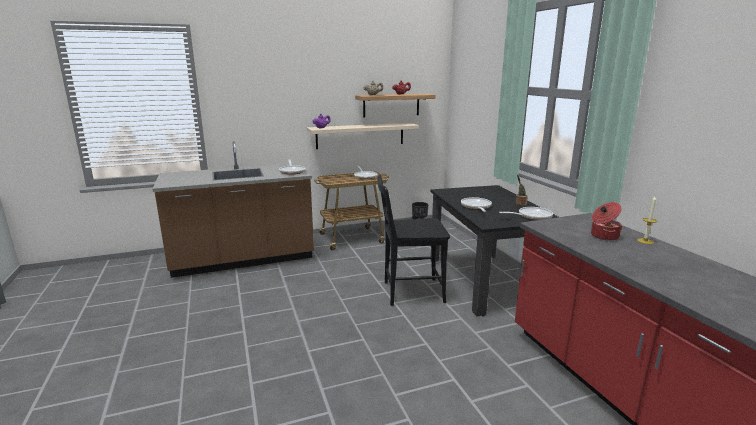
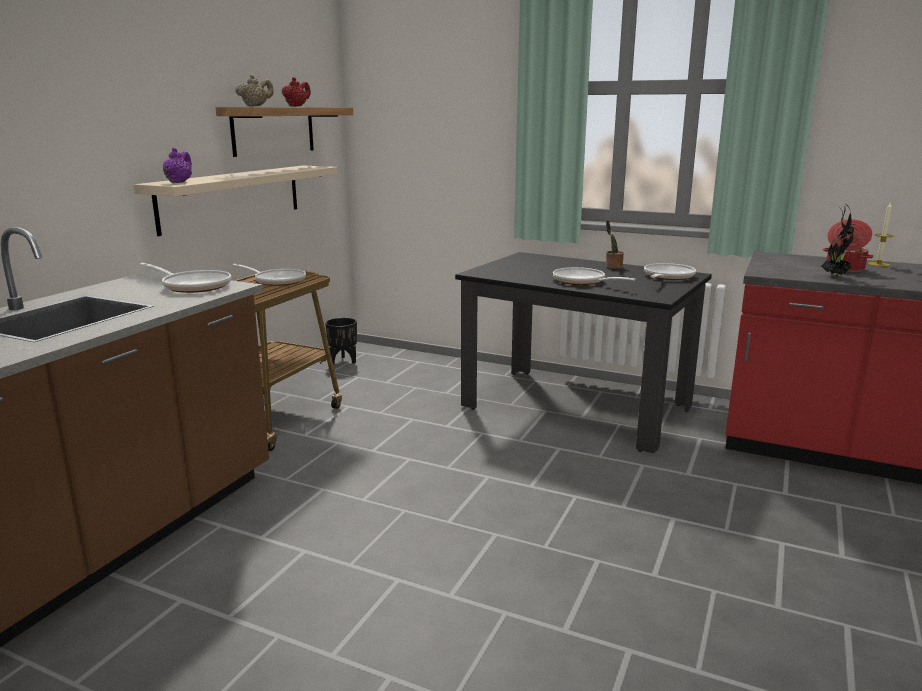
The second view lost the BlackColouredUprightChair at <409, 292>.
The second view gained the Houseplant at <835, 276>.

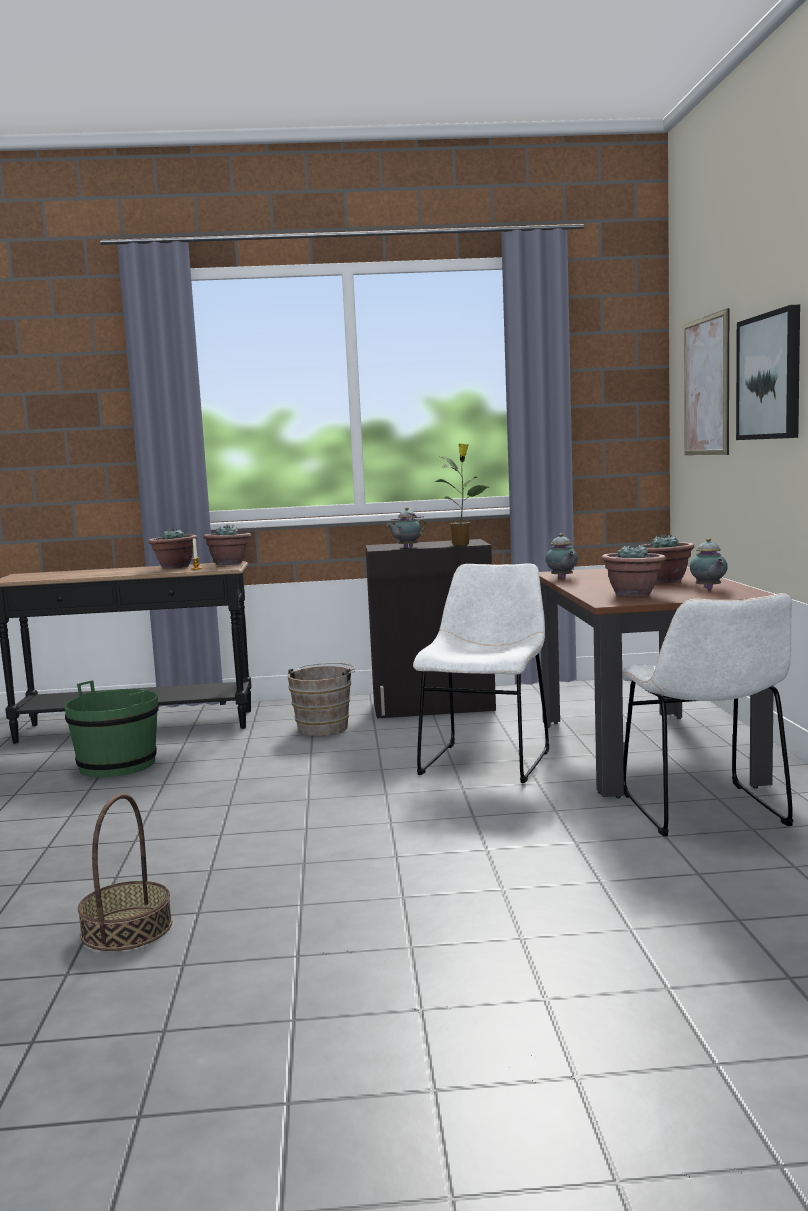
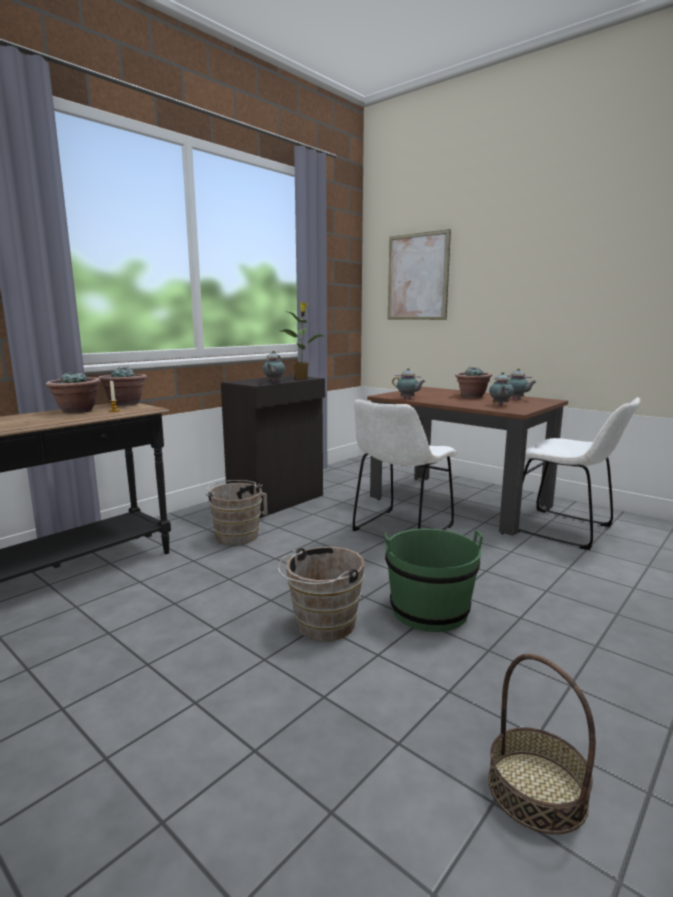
The GreenishBucket ended up elsewhere, having gone from <117, 765> to <429, 610>.
The WhiteUprightChair at <487, 760> ended up facing another way, 120 degrees counterclockwise from before.
Where the Houseplant stood at <633, 594>, the TeaPot came to stand at <500, 405>.
The second view lost the Picture at <770, 376>.
The second view gained the BrownishBucket at <321, 626>.

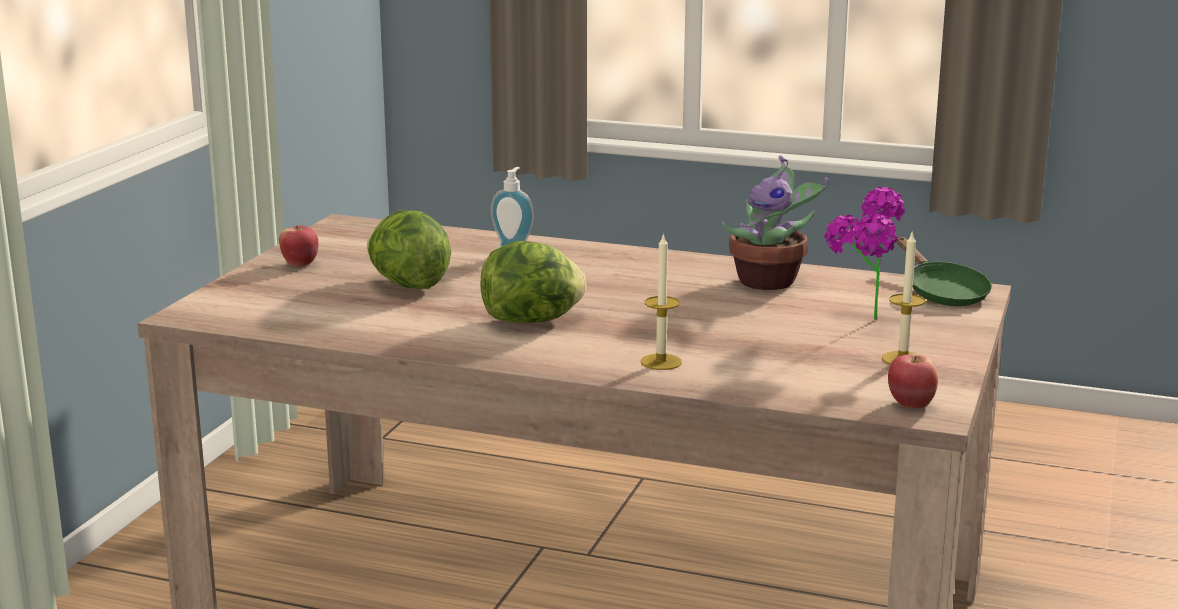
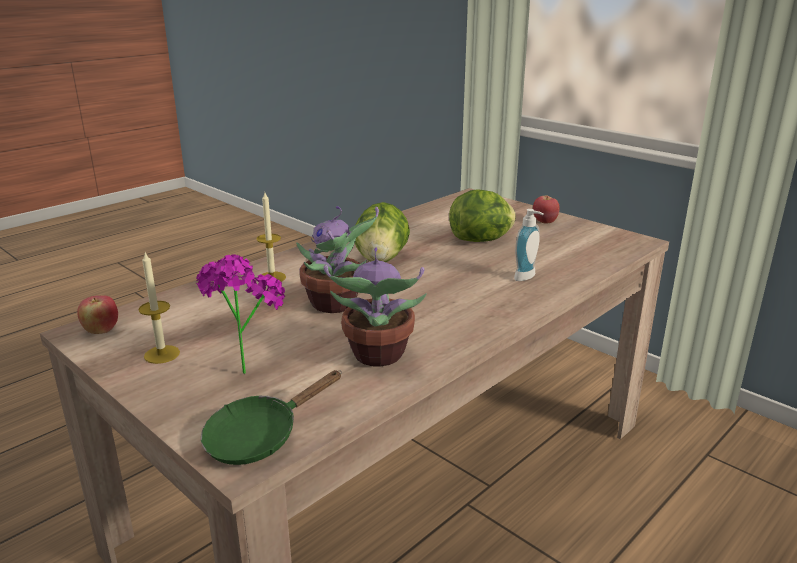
The GreenishFryingPan at <942, 293> ended up facing another way, 45 degrees counterclockwise from before.
The second view gained the Houseplant at <335, 305>.

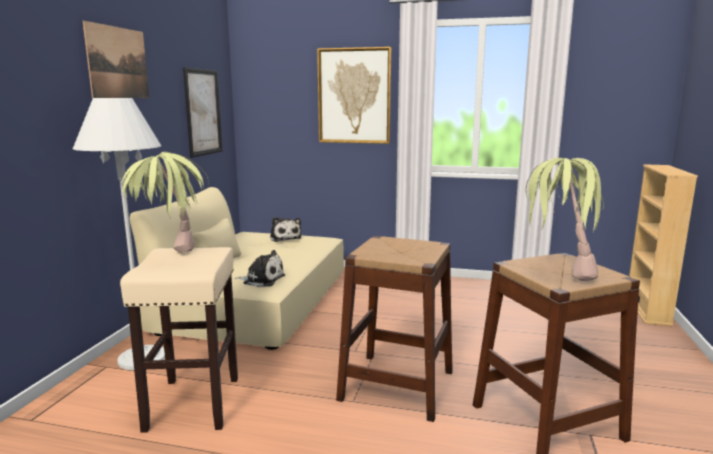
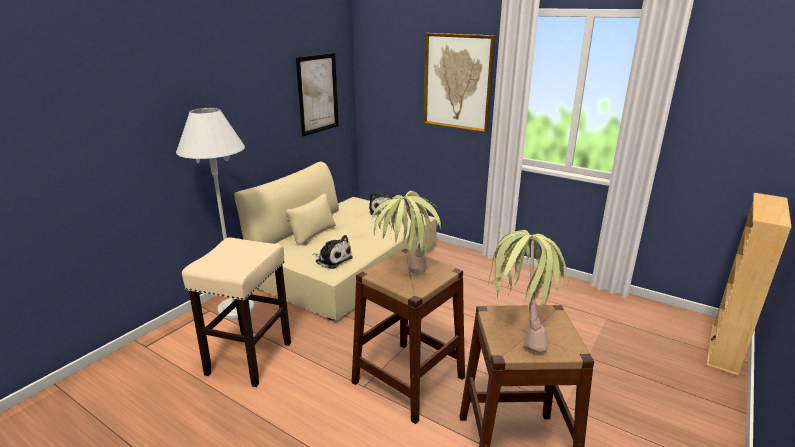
The second view lost the Picture at <118, 62>.
The Houseplant ended up elsewhere, having gone from <170, 259> to <406, 281>.

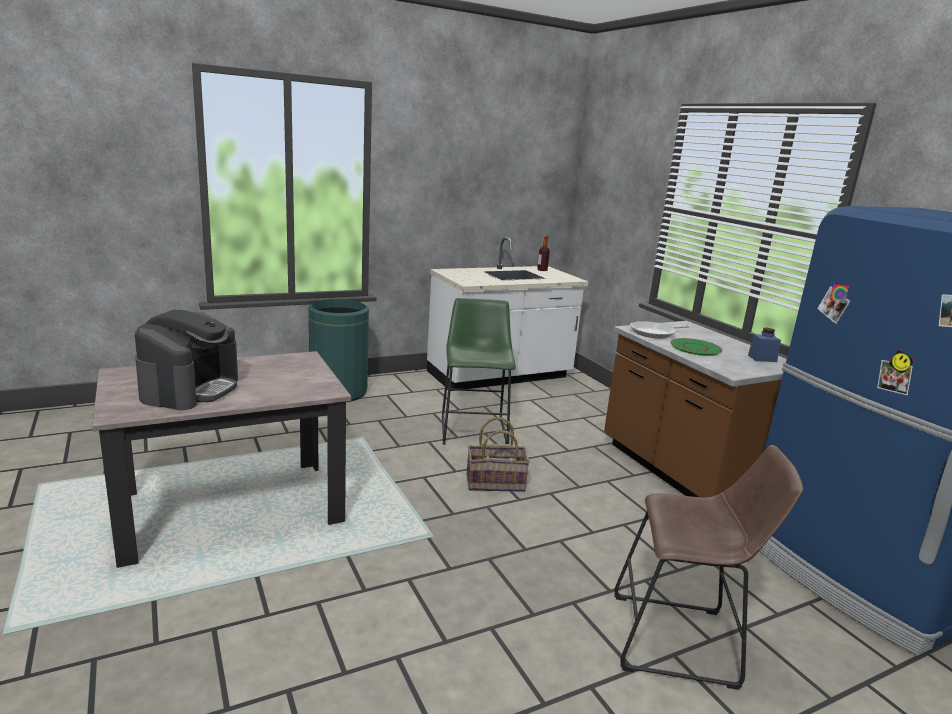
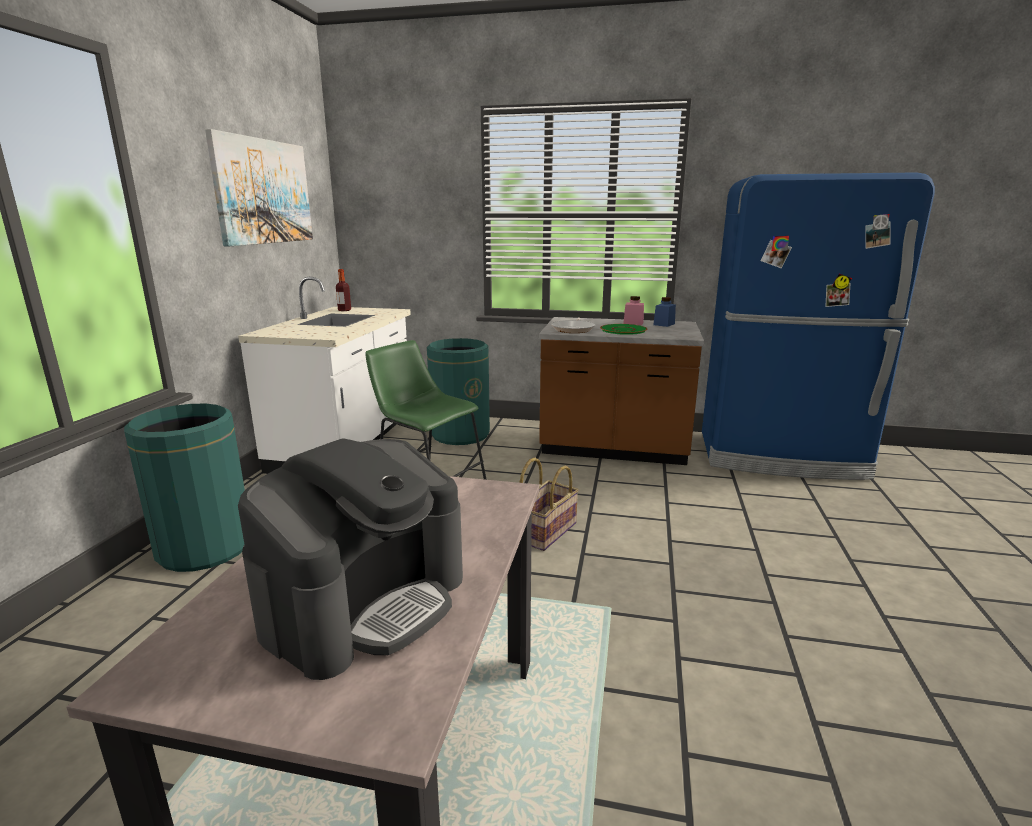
The CoffeeMachine at <191, 389> ended up facing another way, 75 degrees clockwise from before.
The second view lost the BrownishStoolSeat at <681, 641>.
The second view gained the Picture at <263, 192>.
The second view gained the GreenishWasteBin at <460, 434>.
The second view gained the PinkishStorageJar at <633, 323>.

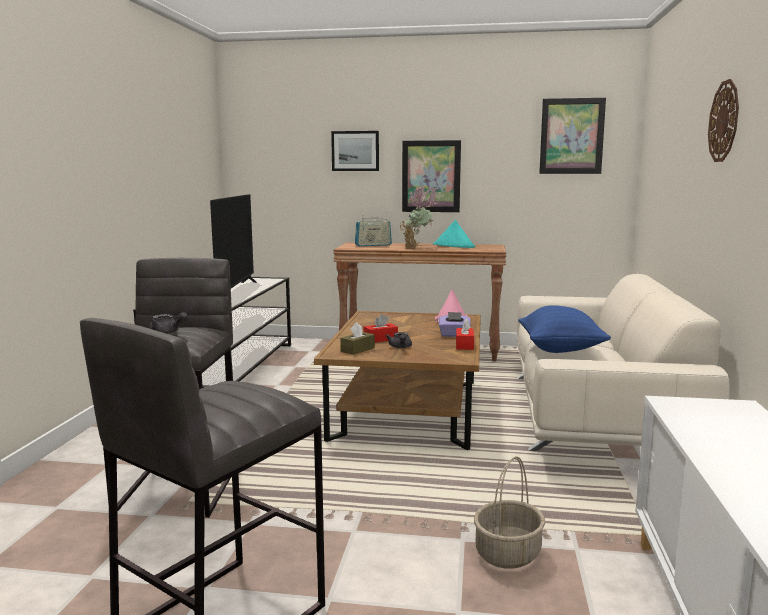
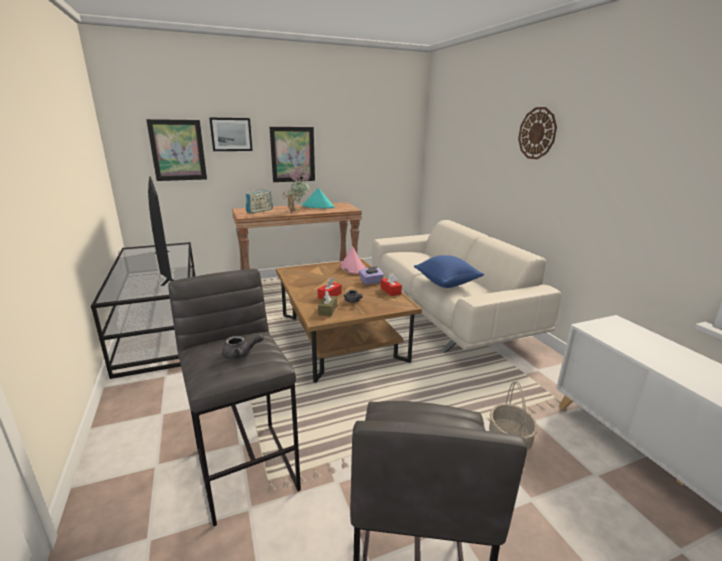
The Picture ended up elsewhere, having gone from <571, 136> to <178, 150>.

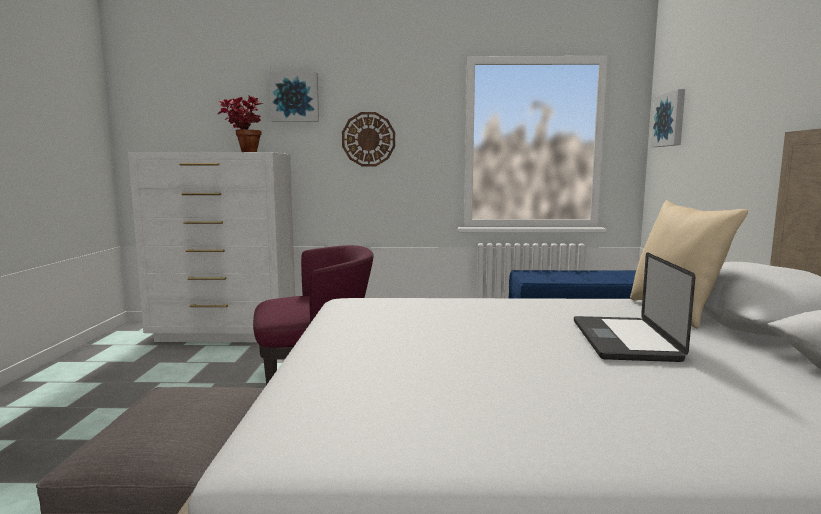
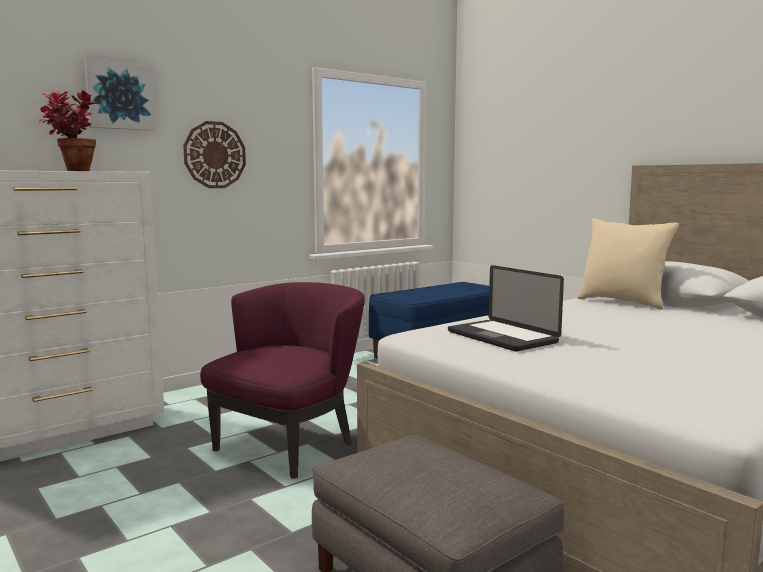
The Laptop ended up elsewhere, having gone from <624, 340> to <502, 337>.
The second view lost the Picture at <670, 119>.

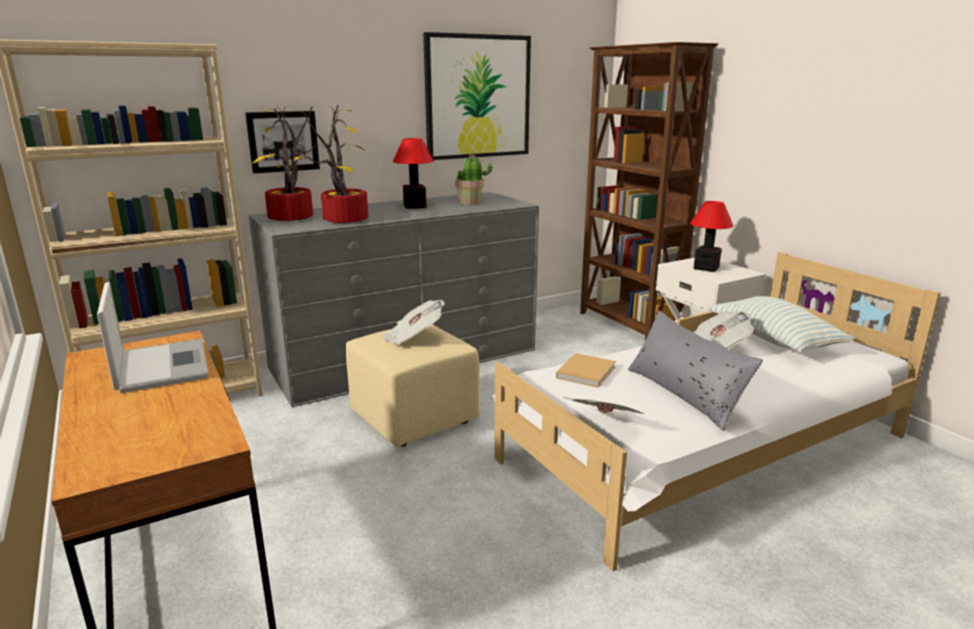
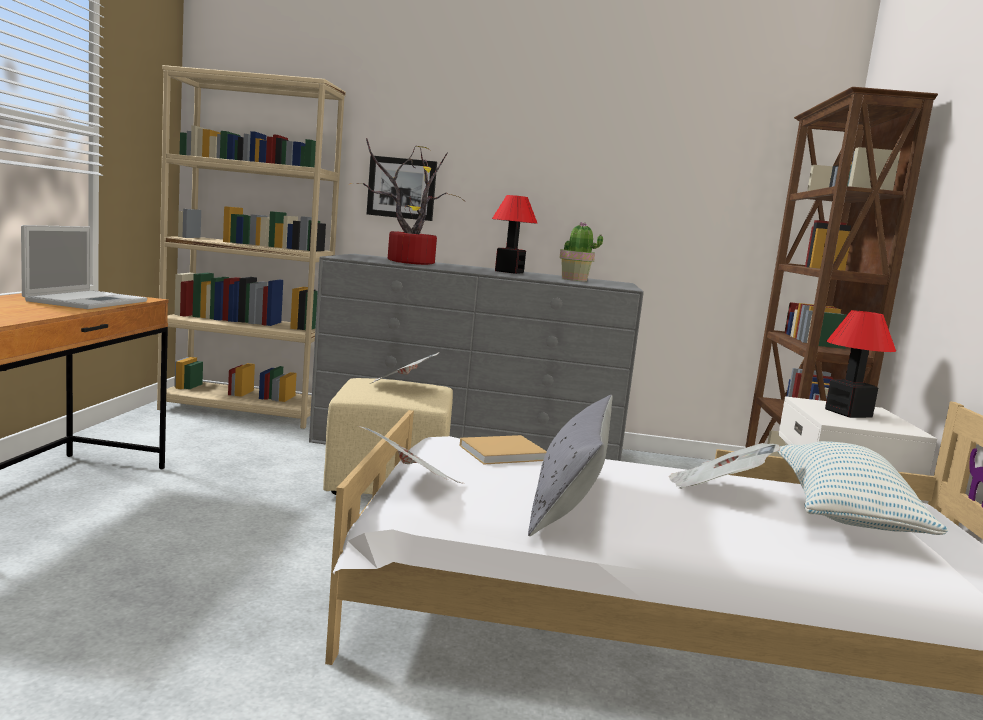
The second view lost the Houseplant at <293, 219>.
The second view lost the Picture at <478, 97>.

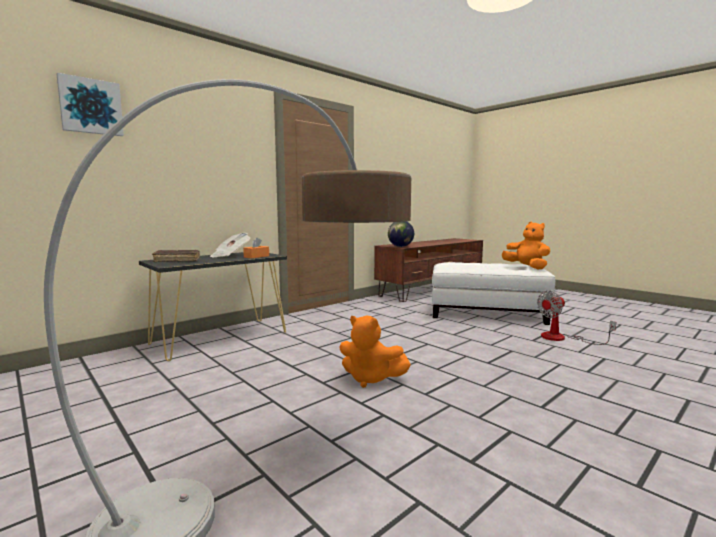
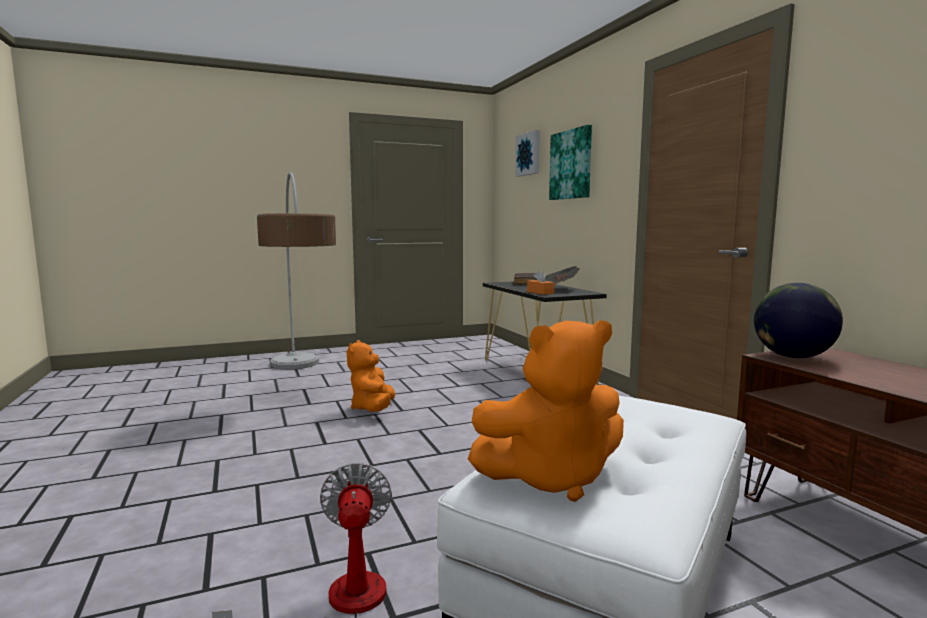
The OrangeyCuddlyToy at <370, 379> ended up facing another way, 45 degrees counterclockwise from before.
The second view gained the Picture at <571, 164>.

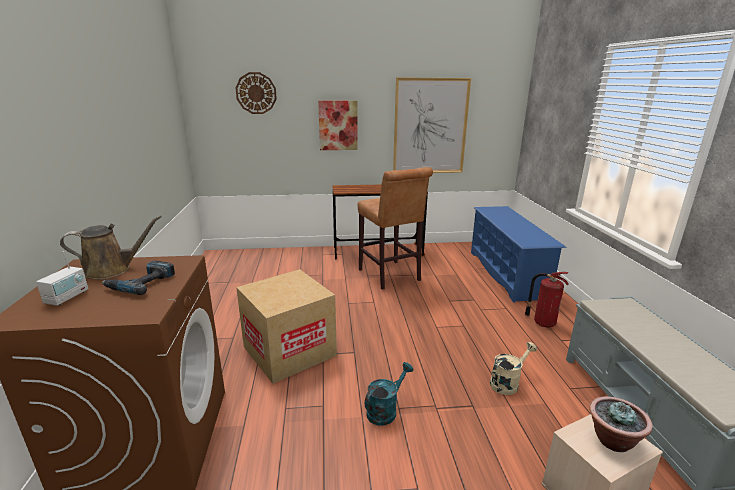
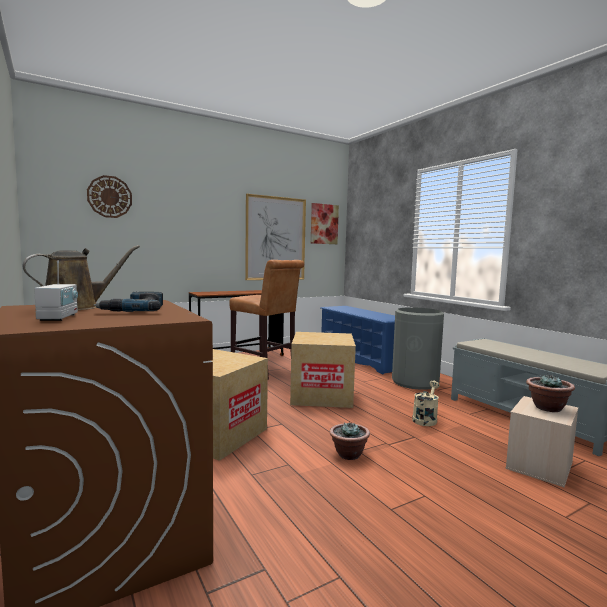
The Picture ended up elsewhere, having gone from <338, 125> to <324, 224>.
Where the BlueGreenWateringPot stood at <385, 410>, the Houseplant came to stand at <348, 454>.
Where the FireFightingCylinder stood at <543, 322>, the GreyWasteBin came to stand at <415, 382>.
The second view gained the Carton at <321, 395>.

